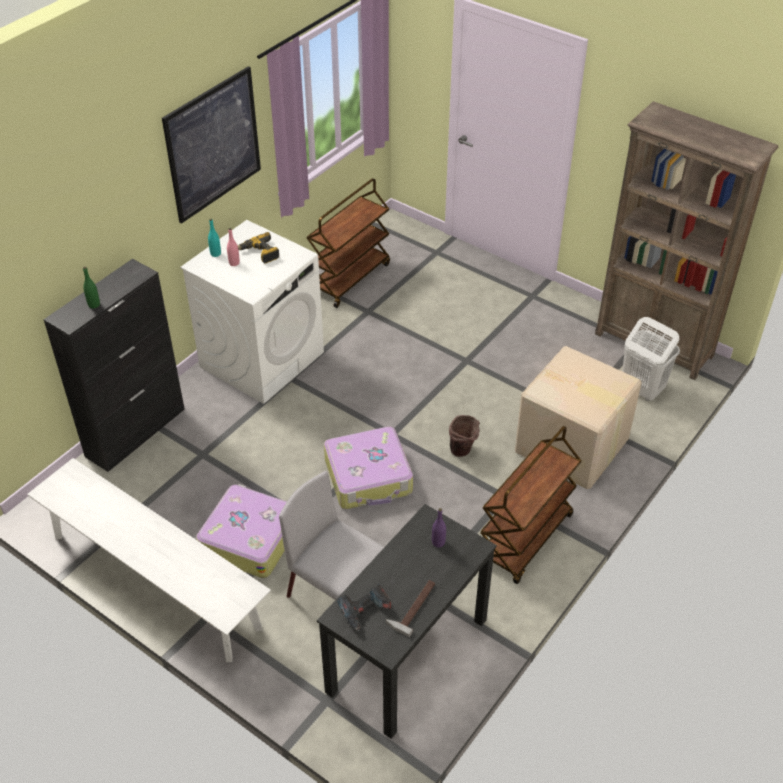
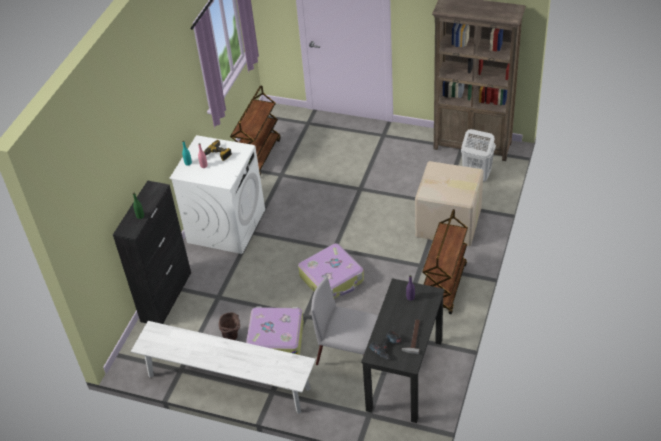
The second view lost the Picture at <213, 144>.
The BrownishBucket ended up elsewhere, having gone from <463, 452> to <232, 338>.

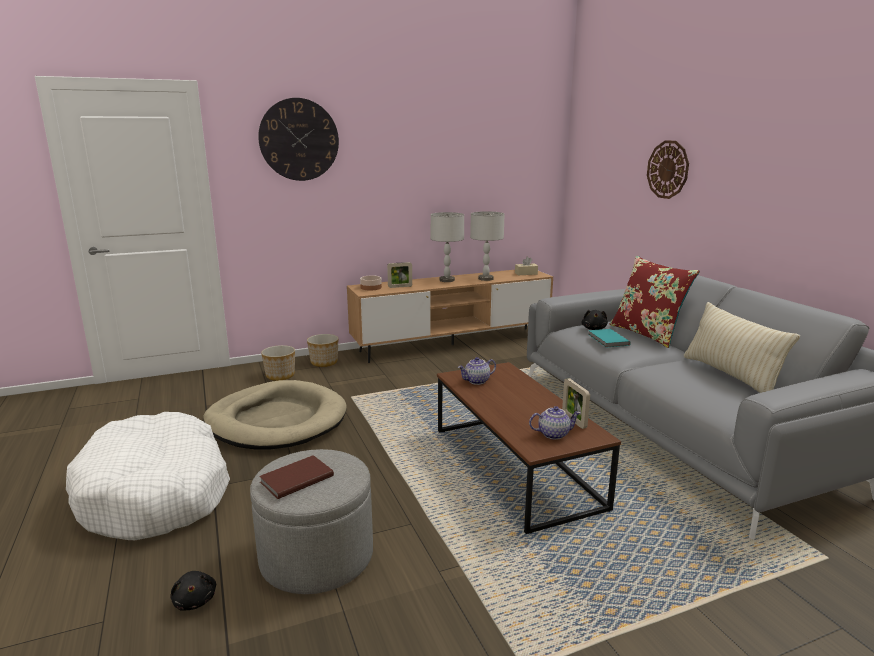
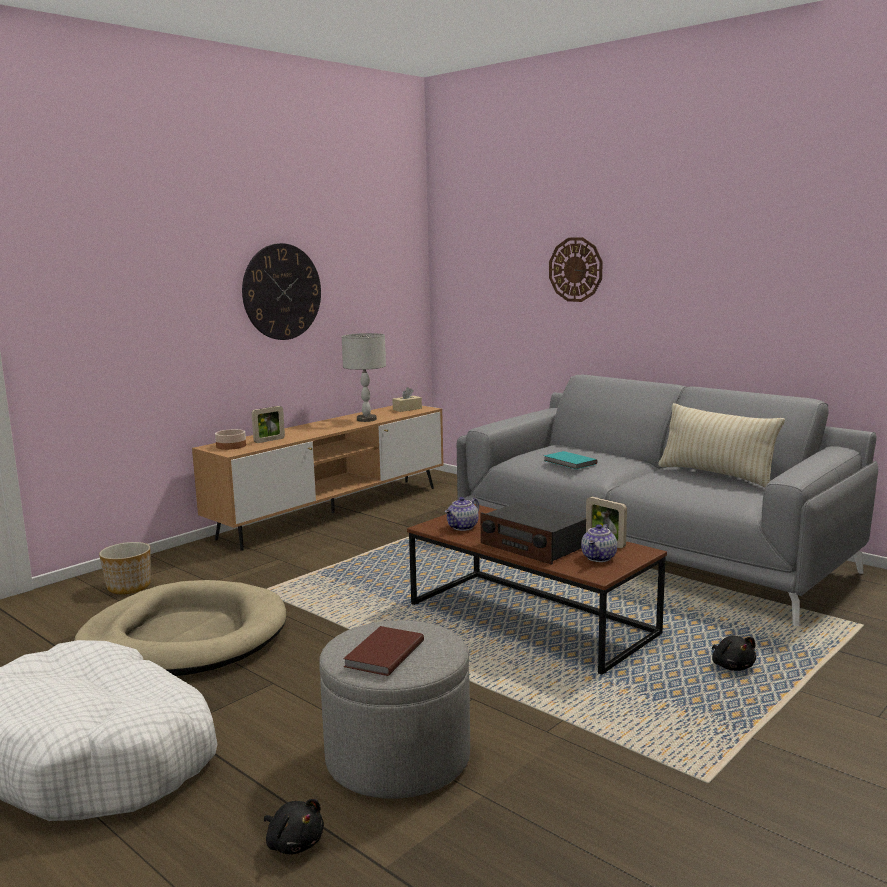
The WallClock ended up elsewhere, having gone from <299, 140> to <282, 292>.
The second view lost the PlantPot at <324, 362>.
The second view lost the GreyTableLamp at <447, 280>.
The TeaPot at <553, 434> ended up facing another way, 150 degrees clockwise from before.
The BlackColouredCuddlyToy ended up elsewhere, having gone from <594, 329> to <732, 666>.
The second view lost the ReddishCushion at <647, 334>.
The second view gained the Radio at <532, 546>.

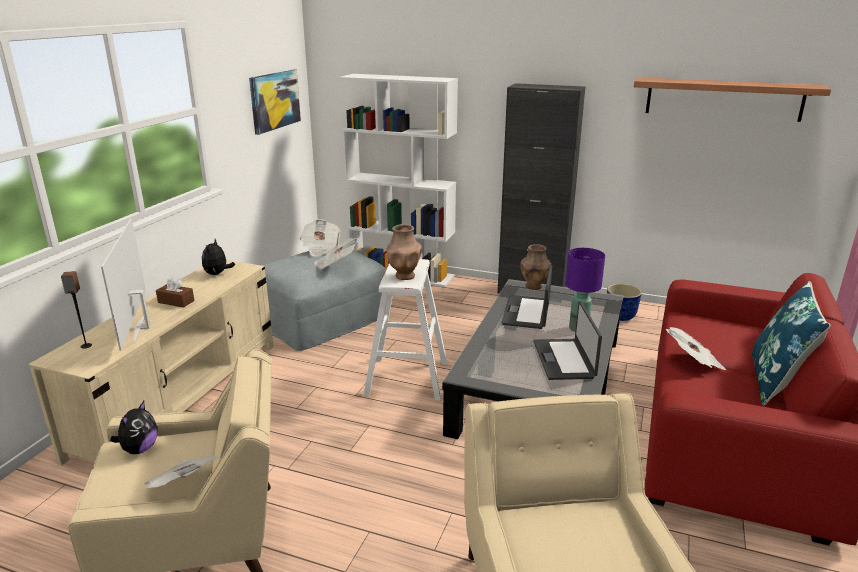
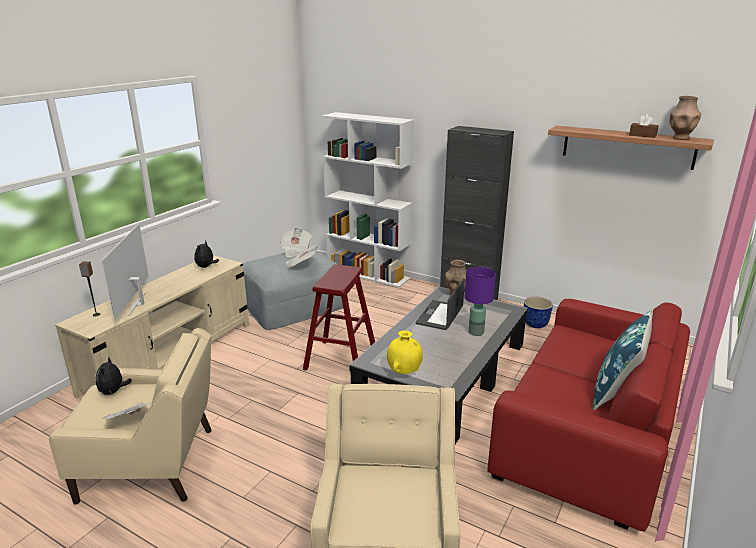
The CuddlyToy at <139, 449> ended up facing another way, 150 degrees clockwise from before.
The BrownishBoxOfTissues ended up elsewhere, having gone from <176, 301> to <642, 135>.
The second view lost the Picture at <274, 100>.
What was the WhiteStoolSeat at <407, 378> turned into the ReddishStoolSeat at <341, 359>.
The BrownishFlowerVase ended up elsewhere, having gone from <404, 276> to <680, 138>.
The second view lost the Laptop at <564, 359>.
The second view lost the DailyPaper at <693, 362>.
The second view gained the YellowFlowerVase at <404, 372>.

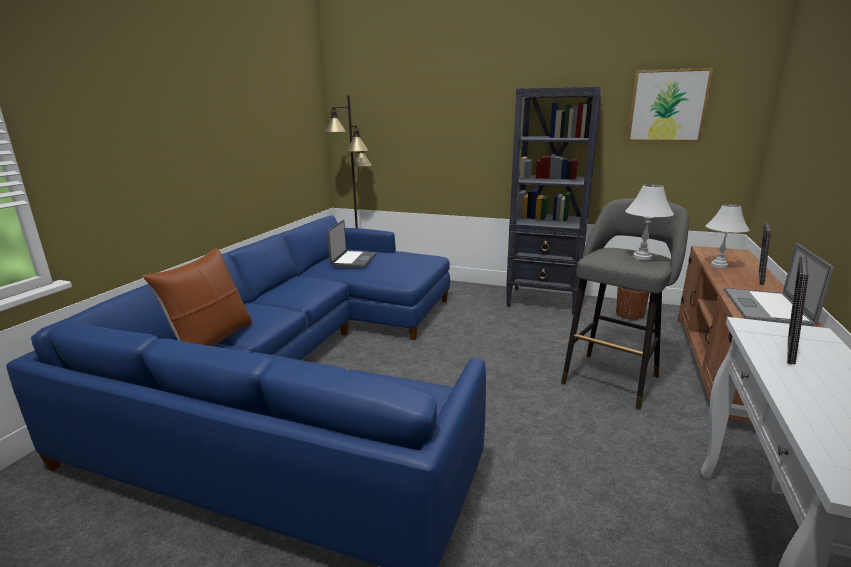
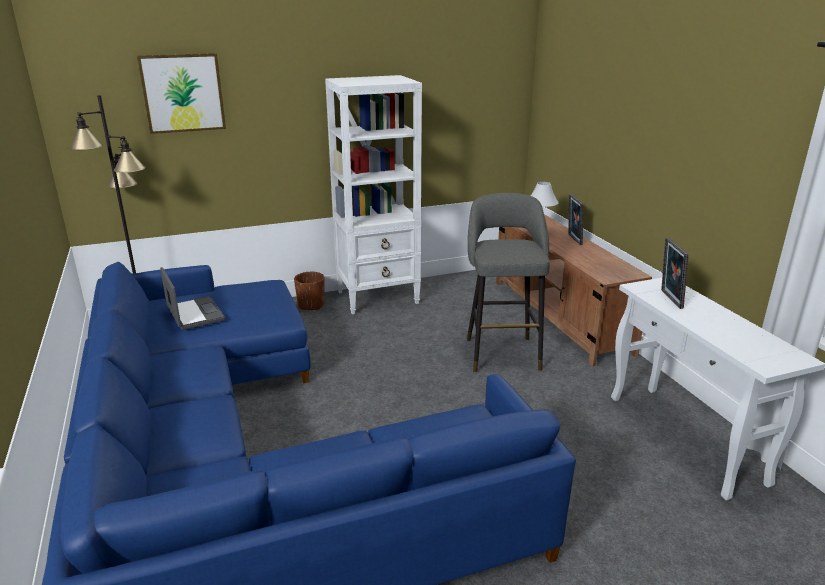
The second view lost the BrownishCushion at <211, 341>.
What was the BlackColouredShelvingUnit at <544, 301> turned into the WhiteShelvingUnit at <378, 297>.
The BrownishPlantPot ended up elsewhere, having gone from <629, 315> to <311, 305>.
The second view lost the WhiteTableLamp at <642, 257>.
The Picture ended up elsewhere, having gone from <667, 106> to <183, 93>.
The second view lost the Laptop at <766, 307>.

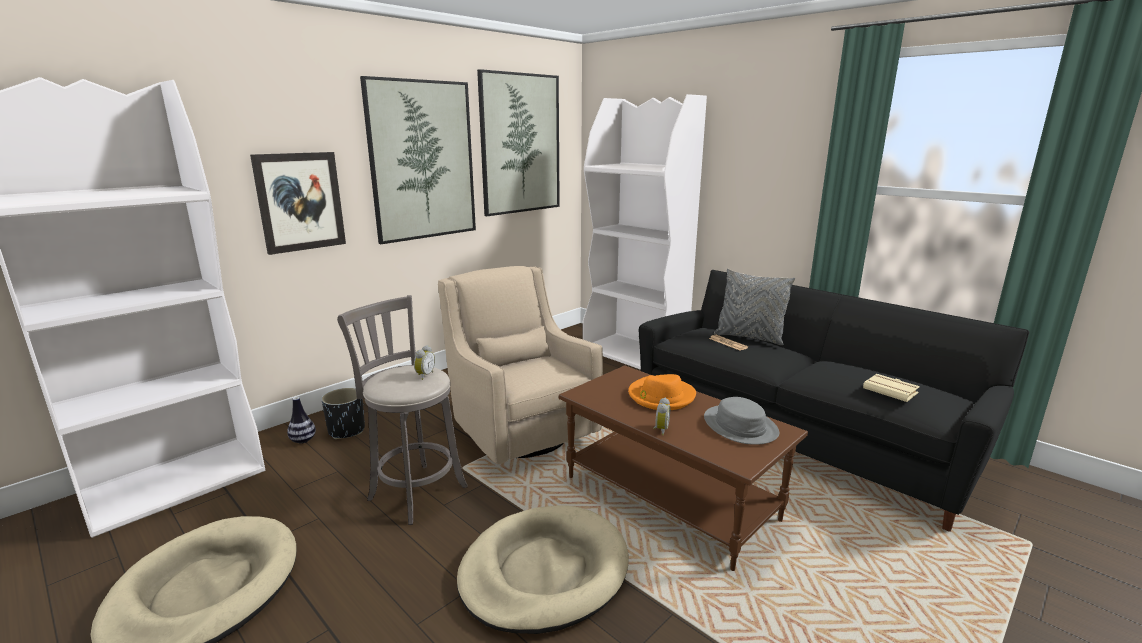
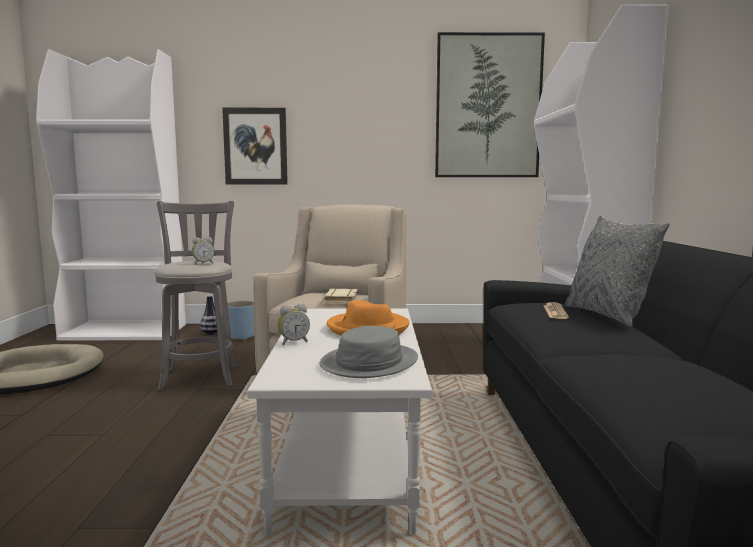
What was the BlackColouredPlantPot at <346, 431> turned into the BluePlantPot at <241, 336>.
The second view lost the Picture at <422, 161>.
The second view lost the BeigePetBed at <544, 572>.
What was the BrownishLowTable at <671, 498> turned into the WhiteLowTable at <349, 460>.
The BeigeVolume ended up elsewhere, having gone from <891, 391> to <342, 300>.

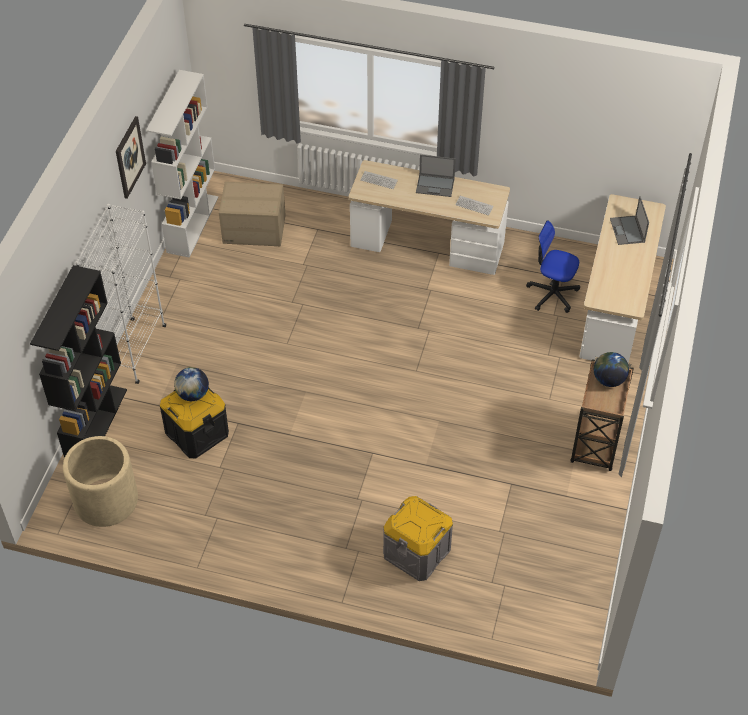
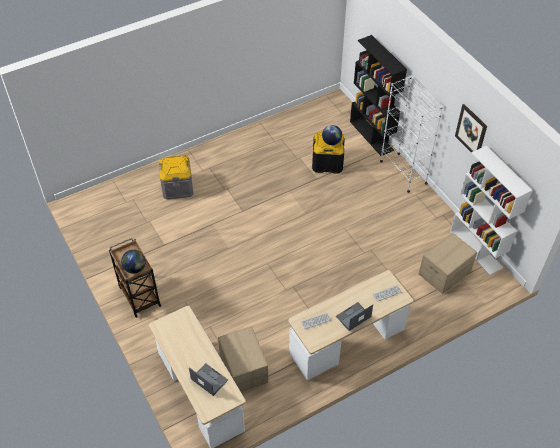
The second view lost the BeigePlantPot at <106, 500>.
Where the OfficeChair stood at <552, 294>, the Carton came to stand at <244, 368>.

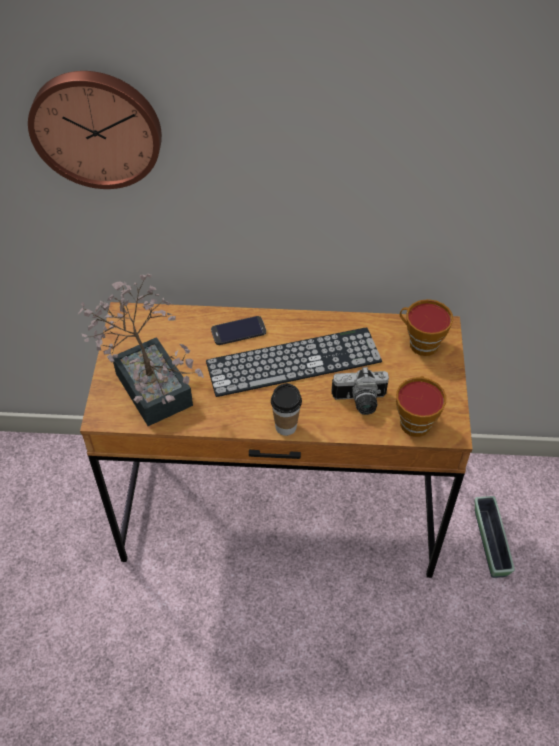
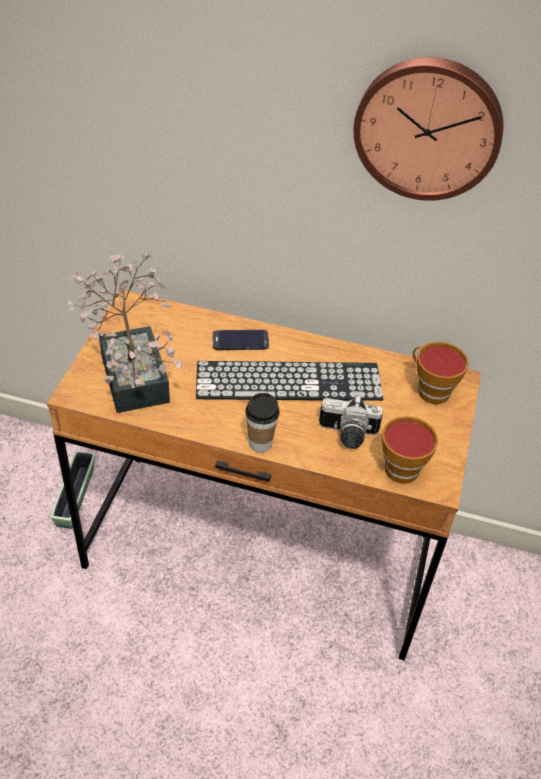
The WallClock ended up elsewhere, having gone from <97, 127> to <428, 127>.
The PlantPot ended up elsewhere, having gone from <490, 543> to <75, 497>.

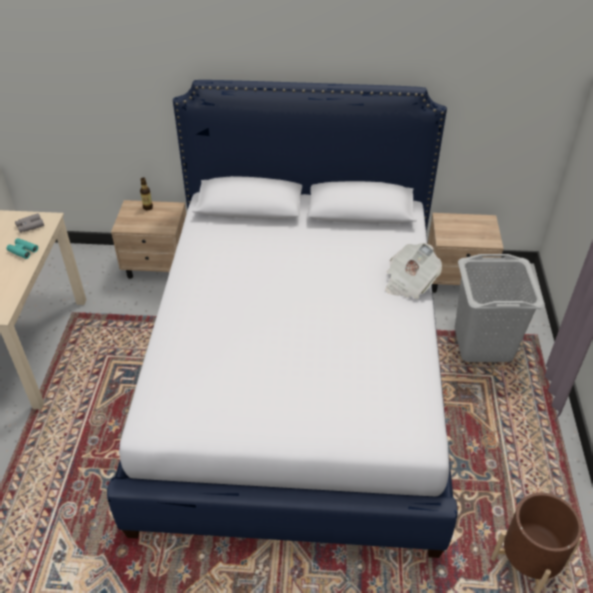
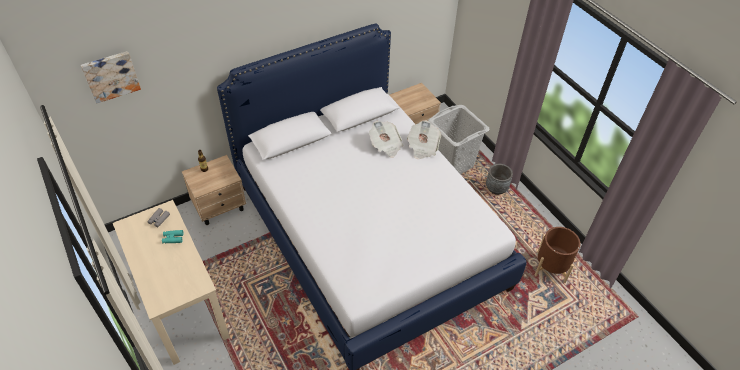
The second view gained the Picture at <111, 76>.
The second view gained the DailyPaper at <386, 145>.
The second view gained the GreyPlantPot at <496, 188>.

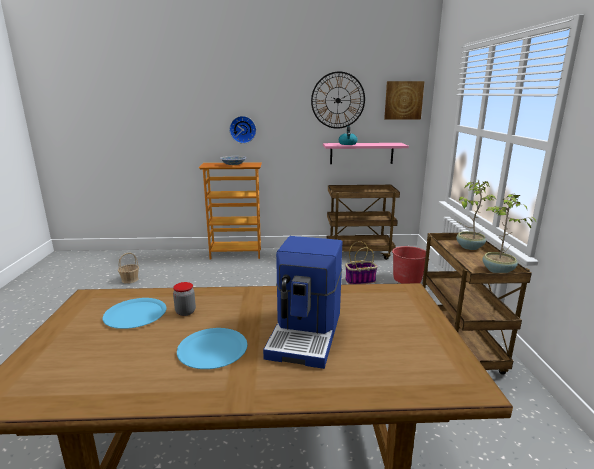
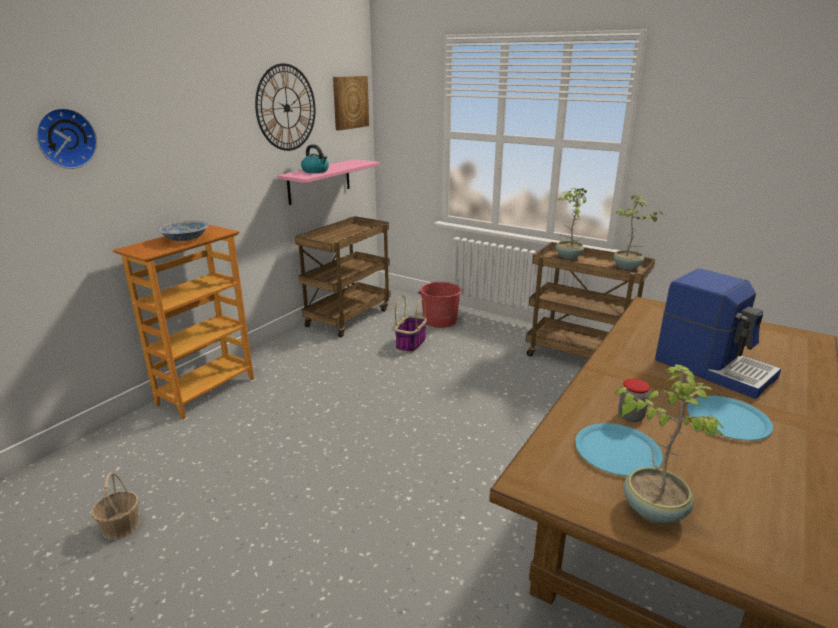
The WallClock ended up elsewhere, having gone from <243, 129> to <65, 138>.
The second view gained the Houseplant at <653, 508>.

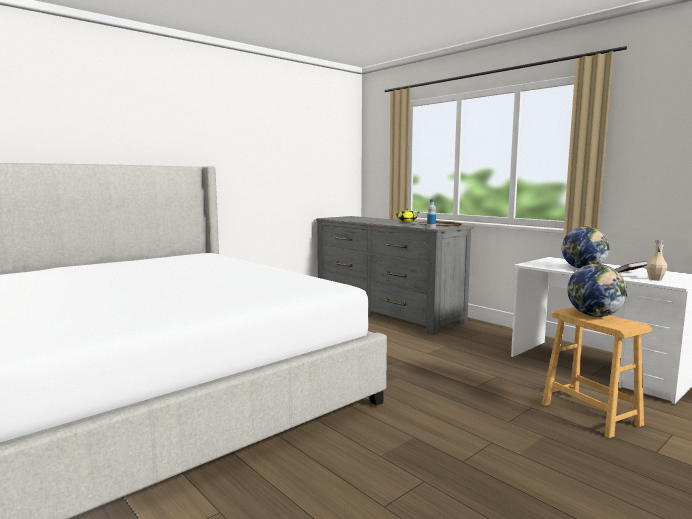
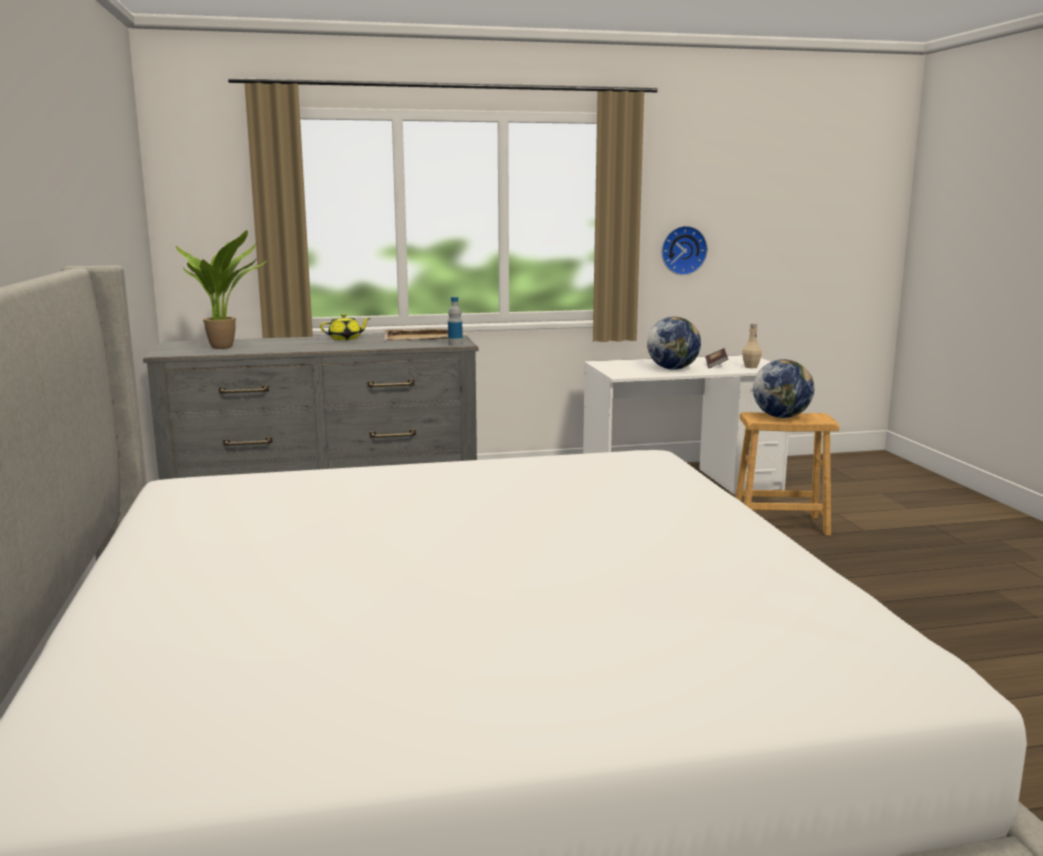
The second view gained the Houseplant at <225, 347>.
The second view gained the WallClock at <683, 250>.

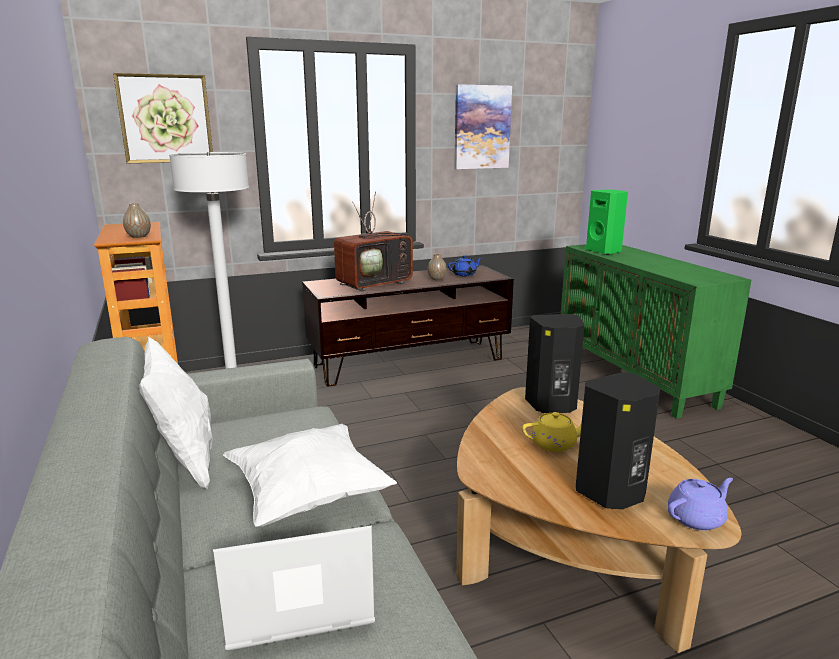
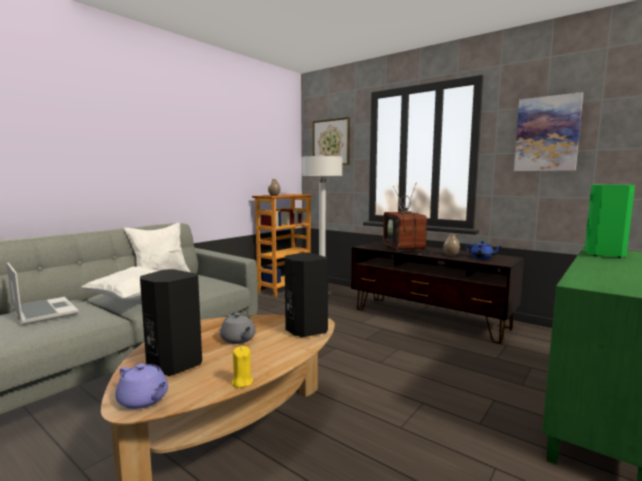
The Television at <375, 283> ended up facing another way, 60 degrees clockwise from before.
What was the YellowTeaPot at <555, 444> turned into the GreyTeaPot at <238, 339>.
The second view gained the YellowWaxCandle at <241, 382>.

